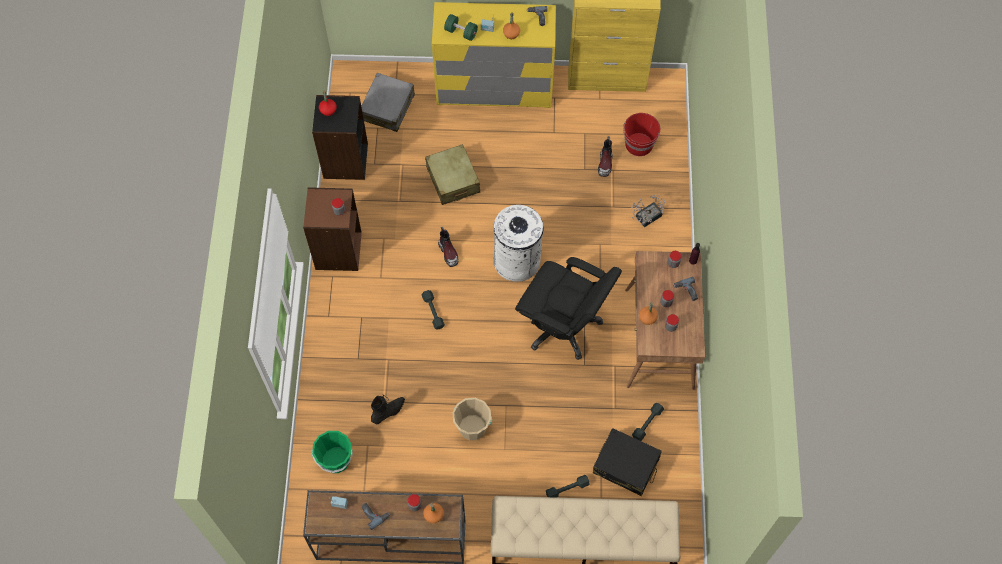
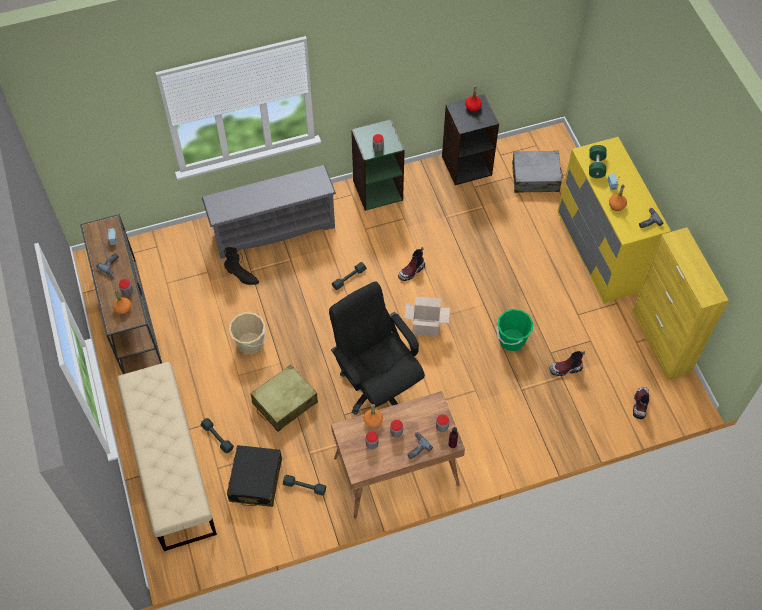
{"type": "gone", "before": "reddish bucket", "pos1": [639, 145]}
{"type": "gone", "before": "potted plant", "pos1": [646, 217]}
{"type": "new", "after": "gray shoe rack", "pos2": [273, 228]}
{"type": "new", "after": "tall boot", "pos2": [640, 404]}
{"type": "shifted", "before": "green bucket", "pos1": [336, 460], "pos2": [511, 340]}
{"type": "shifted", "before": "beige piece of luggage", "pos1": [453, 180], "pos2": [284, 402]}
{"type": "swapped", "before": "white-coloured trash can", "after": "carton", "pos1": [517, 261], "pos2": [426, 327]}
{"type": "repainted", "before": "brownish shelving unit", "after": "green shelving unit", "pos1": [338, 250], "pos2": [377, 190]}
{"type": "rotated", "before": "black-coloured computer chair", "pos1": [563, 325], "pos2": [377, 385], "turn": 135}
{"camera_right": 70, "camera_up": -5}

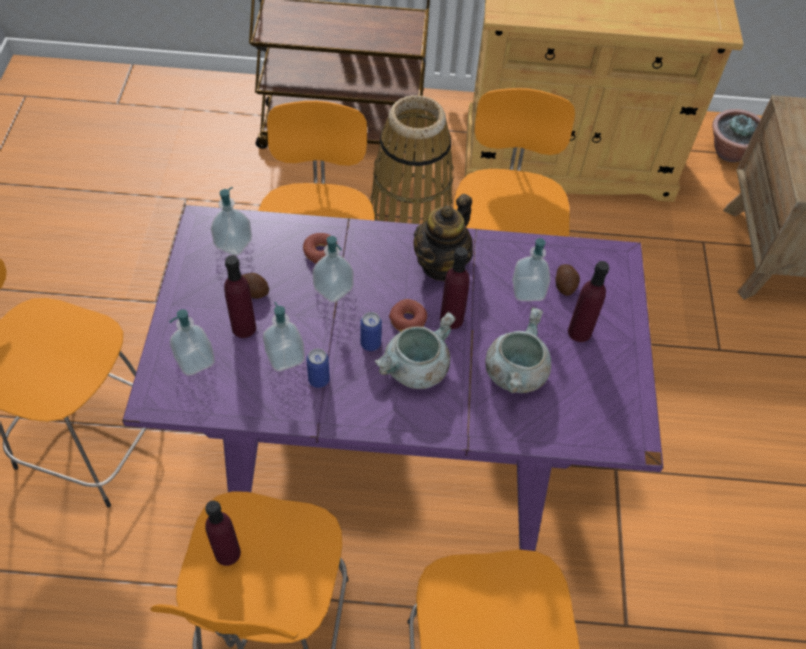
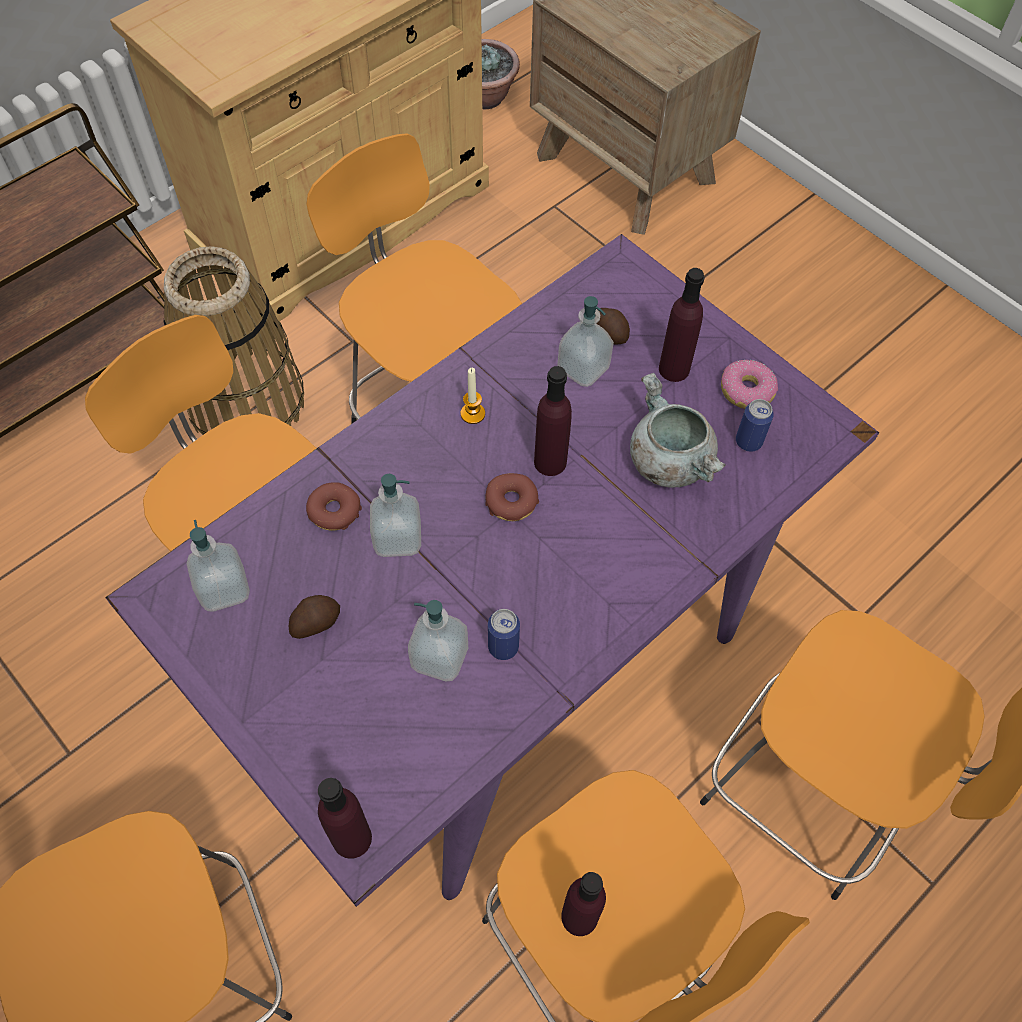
{"type": "gone", "before": "soap bottle", "pos1": [195, 360]}
{"type": "gone", "before": "gray saucepot", "pos1": [415, 370]}
{"type": "new", "after": "donut", "pos2": [747, 391]}
{"type": "shifted", "before": "purple beverage bottle", "pos1": [244, 327], "pos2": [351, 838]}
{"type": "shifted", "before": "can", "pos1": [370, 344], "pos2": [748, 442]}
{"type": "swapped", "before": "teapot", "after": "candle", "pos1": [441, 264], "pos2": [472, 414]}
{"camera_right": -45, "camera_up": 5}

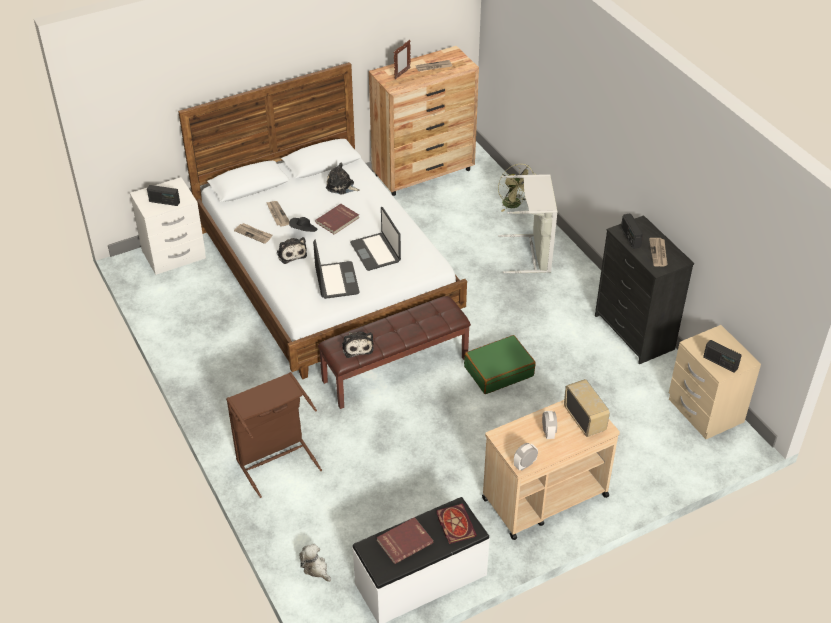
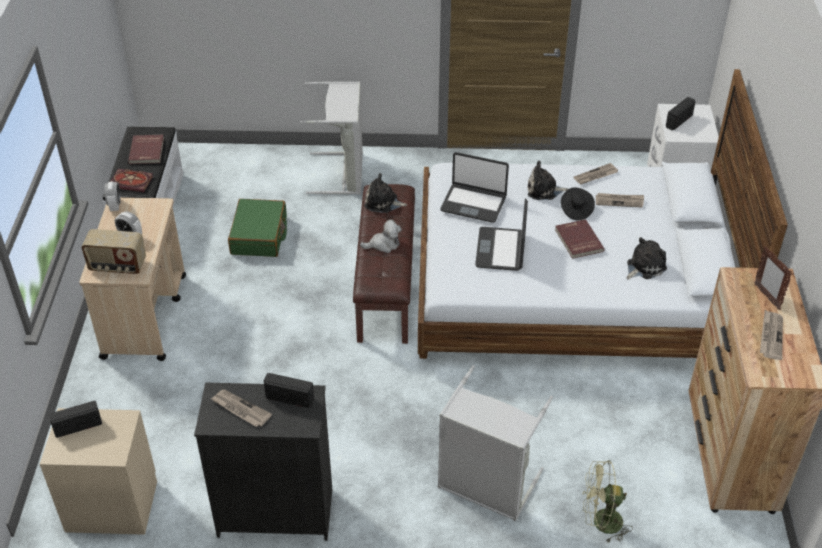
{"type": "shifted", "before": "soft toy", "pos1": [315, 568], "pos2": [383, 244]}
{"type": "shifted", "before": "green piece of luggage", "pos1": [498, 371], "pos2": [259, 236]}
{"type": "repainted", "before": "brownish laundry basket", "after": "gray laundry basket", "pos1": [275, 459], "pos2": [343, 174]}
{"type": "rotated", "before": "notebook computer", "pos1": [376, 252], "pos2": [501, 250], "turn": -90}
{"camera_right": 120, "camera_up": 0}

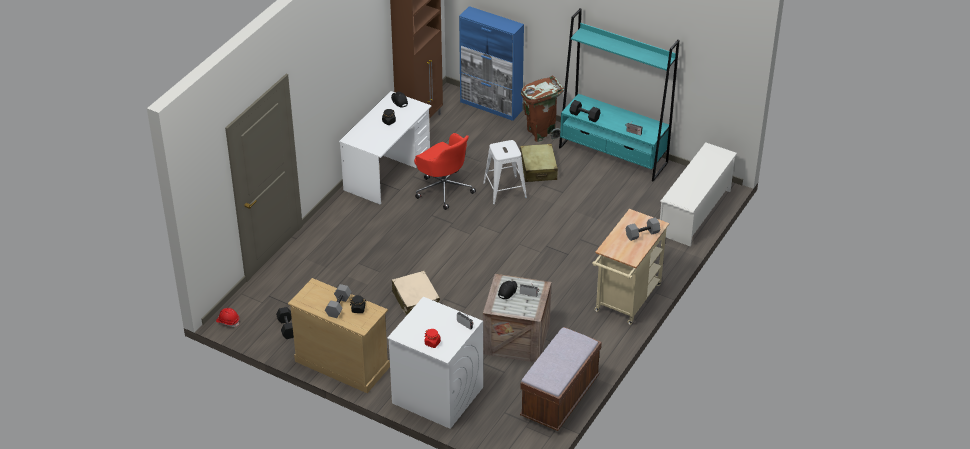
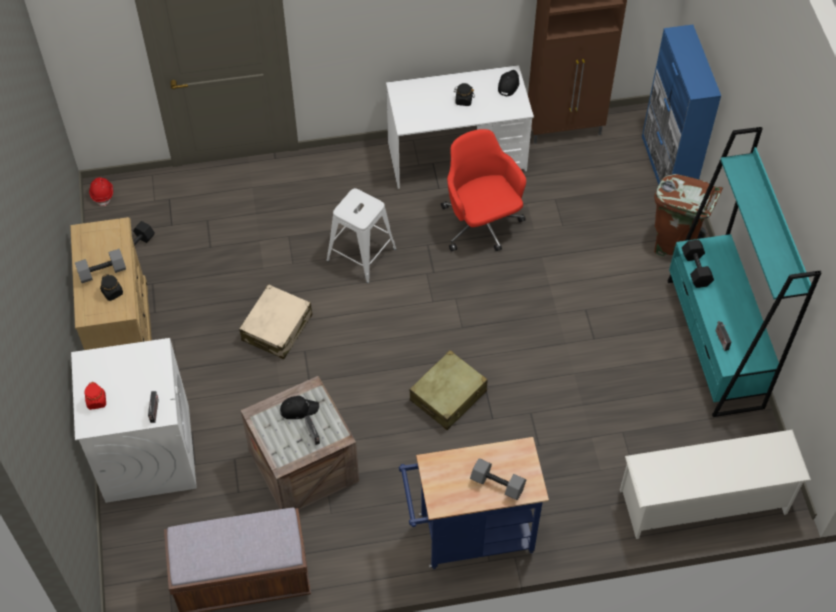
{"type": "shifted", "before": "white-coloured sitting stool", "pos1": [505, 190], "pos2": [361, 254]}
{"type": "shifted", "before": "beige piece of luggage", "pos1": [538, 169], "pos2": [448, 396]}
{"type": "repainted", "before": "beige cart", "after": "blue cart", "pos1": [626, 301], "pos2": [469, 535]}
{"type": "rotated", "before": "reddish computer chair", "pos1": [443, 189], "pos2": [481, 224], "turn": 150}
{"camera_right": 50, "camera_up": 15}

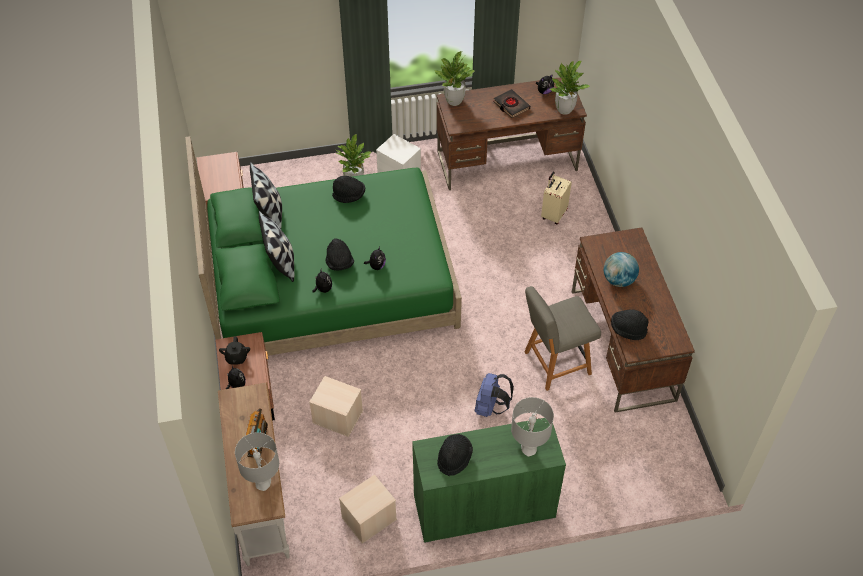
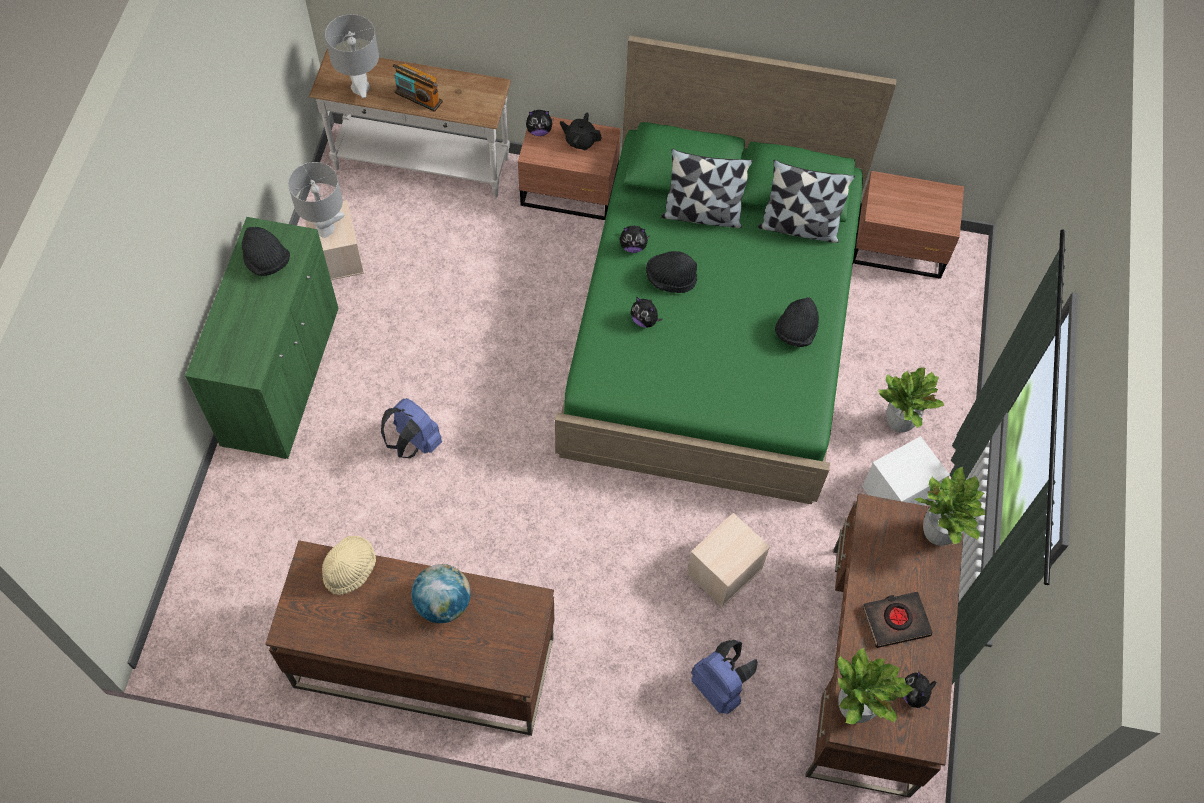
{"type": "gone", "before": "gray plain chair", "pos1": [555, 364]}
{"type": "shifted", "before": "beige storage bin", "pos1": [337, 417], "pos2": [724, 569]}
{"type": "shifted", "before": "gray tabletop lamp", "pos1": [528, 448], "pos2": [325, 229]}
{"type": "swapped", "before": "beige piece of luggage", "after": "blue backpack", "pos1": [553, 214], "pos2": [720, 687]}
{"type": "repainted", "before": "black-coloured wearable hat", "after": "beige wearable hat", "pos1": [628, 330], "pos2": [350, 569]}
{"camera_right": 110, "camera_up": 10}

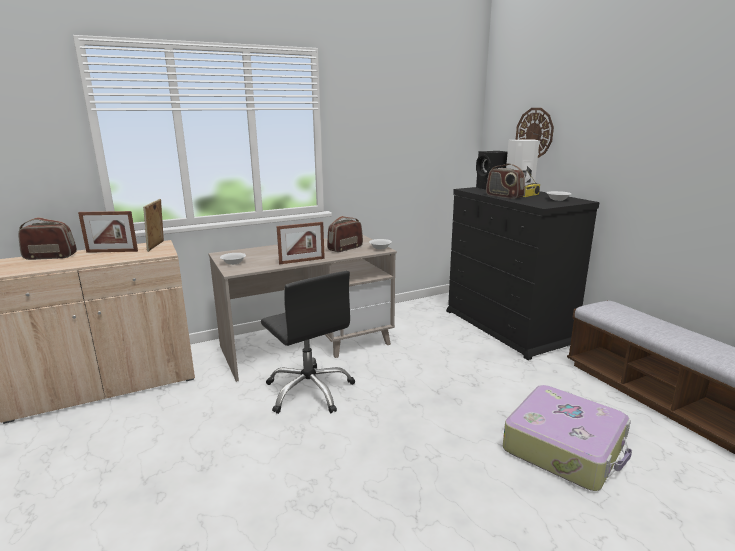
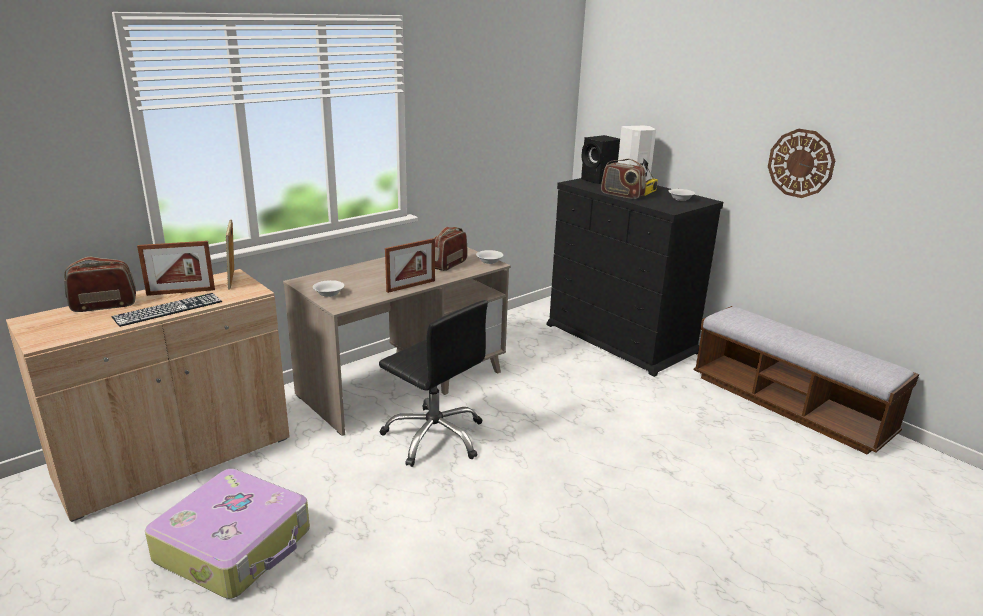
{"type": "new", "after": "PC keyboard", "pos2": [168, 309]}
{"type": "shifted", "before": "piece of luggage", "pos1": [565, 447], "pos2": [235, 545]}
{"type": "shifted", "before": "wall clock", "pos1": [534, 133], "pos2": [801, 163]}
{"camera_right": -15, "camera_up": 5}

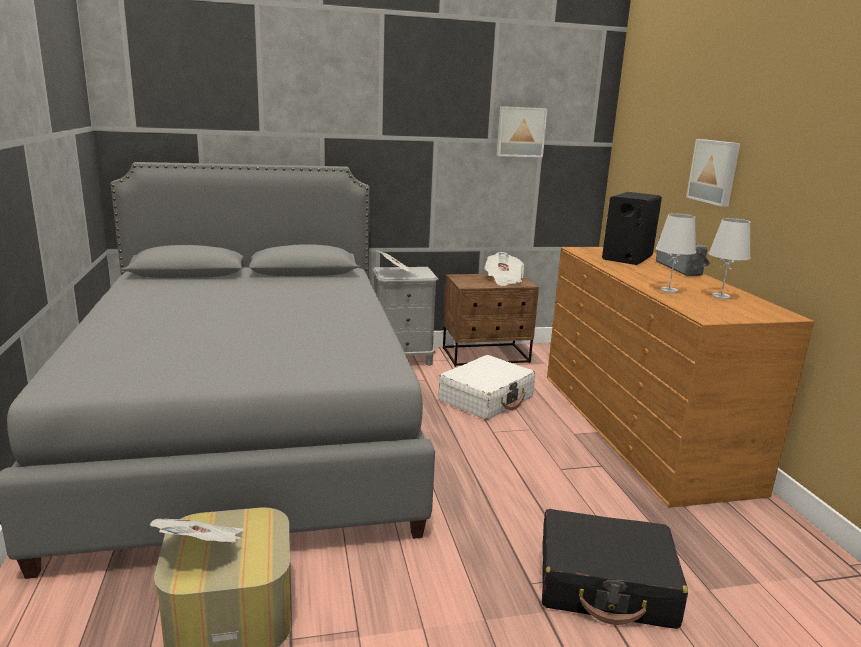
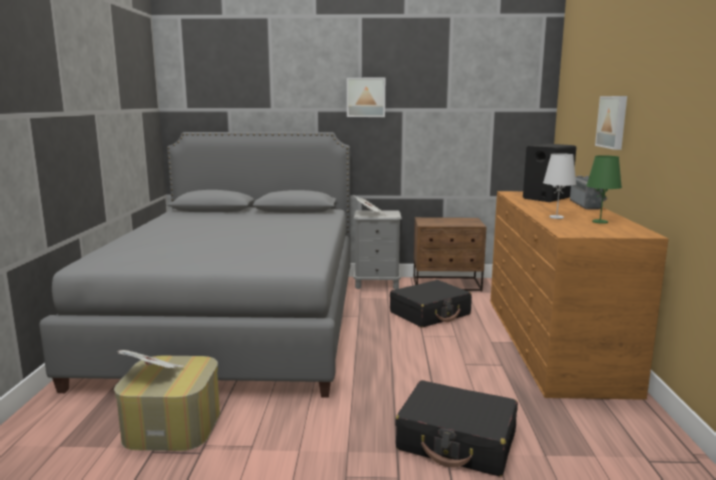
{"type": "gone", "before": "daily paper", "pos1": [503, 280]}
{"type": "shifted", "before": "wall art", "pos1": [520, 132], "pos2": [366, 97]}
{"type": "repainted", "before": "white-coloured piece of luggage", "after": "black-coloured piece of luggage", "pos1": [486, 399], "pos2": [430, 313]}
{"type": "repainted", "before": "white-coloured tabletop lamp", "after": "green tabletop lamp", "pos1": [721, 296], "pos2": [599, 222]}
{"camera_right": 15, "camera_up": -5}

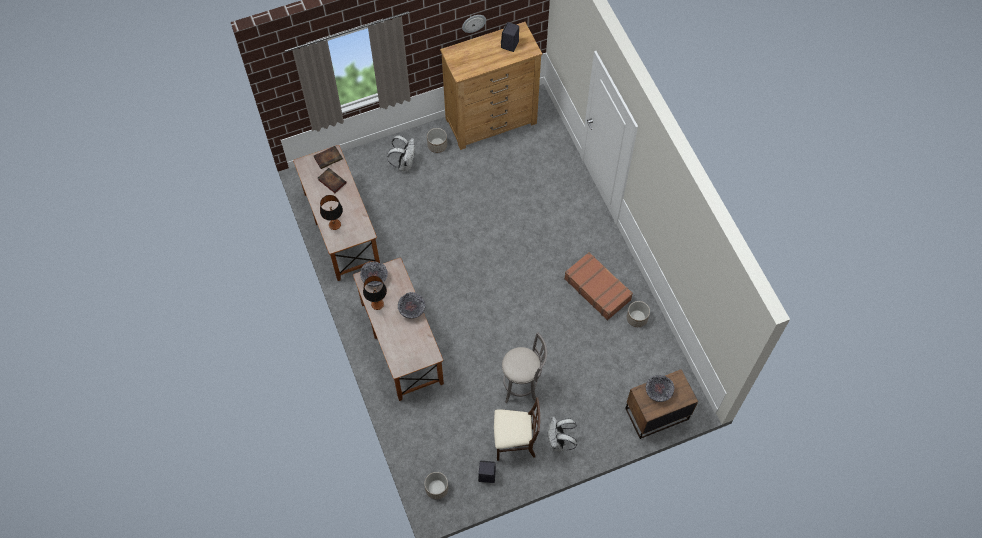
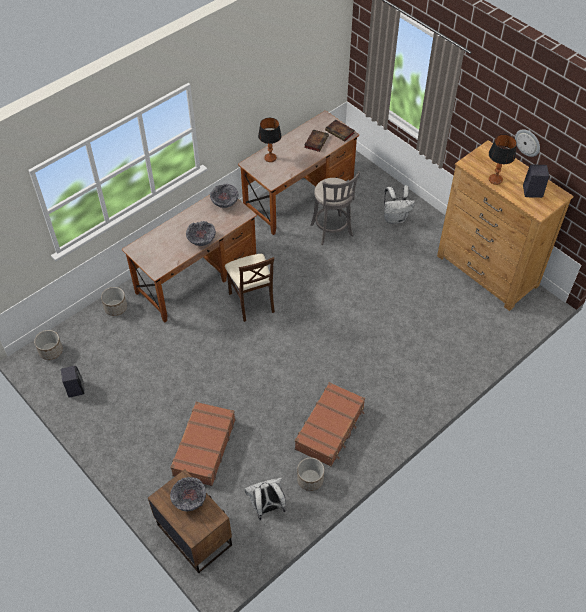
{"type": "new", "after": "brownish piece of luggage", "pos2": [204, 448]}
{"type": "shifted", "before": "tabletop lamp", "pos1": [377, 304], "pos2": [495, 179]}
{"type": "shifted", "before": "planter", "pos1": [437, 145], "pos2": [116, 308]}
{"type": "shifted", "before": "beige plain chair", "pos1": [514, 442], "pos2": [252, 301]}
{"type": "shifted", "before": "gray sitting stool", "pos1": [522, 386], "pos2": [332, 232]}
{"type": "shifted", "before": "white-coloured backpack", "pos1": [559, 442], "pos2": [267, 507]}
{"camera_right": 70, "camera_up": -10}

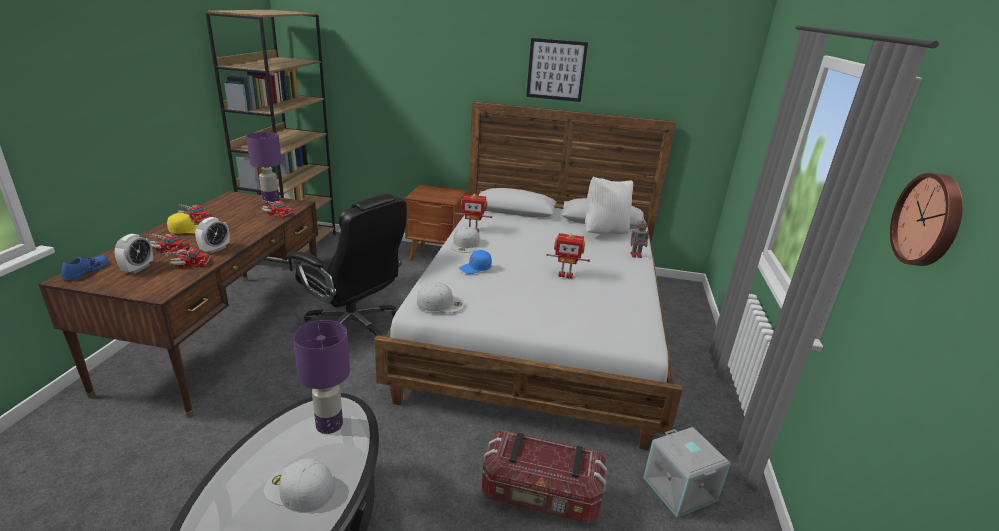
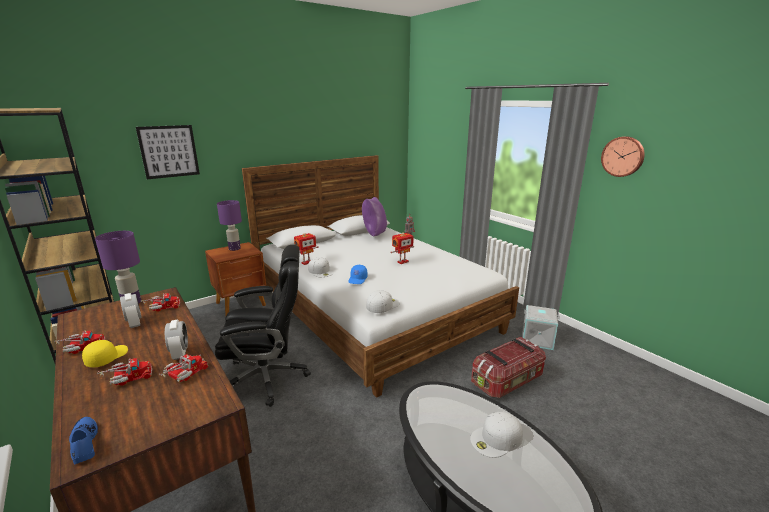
{"type": "shifted", "before": "alarm clock", "pos1": [138, 268], "pos2": [134, 323]}
{"type": "shifted", "before": "purple tabletop lamp", "pos1": [328, 425], "pos2": [234, 249]}
{"type": "shifted", "before": "wall art", "pos1": [556, 70], "pos2": [169, 151]}
{"type": "repainted", "before": "white-coloured pillow", "after": "purple pillow", "pos1": [604, 232], "pos2": [373, 235]}
{"camera_right": -45, "camera_up": -5}

